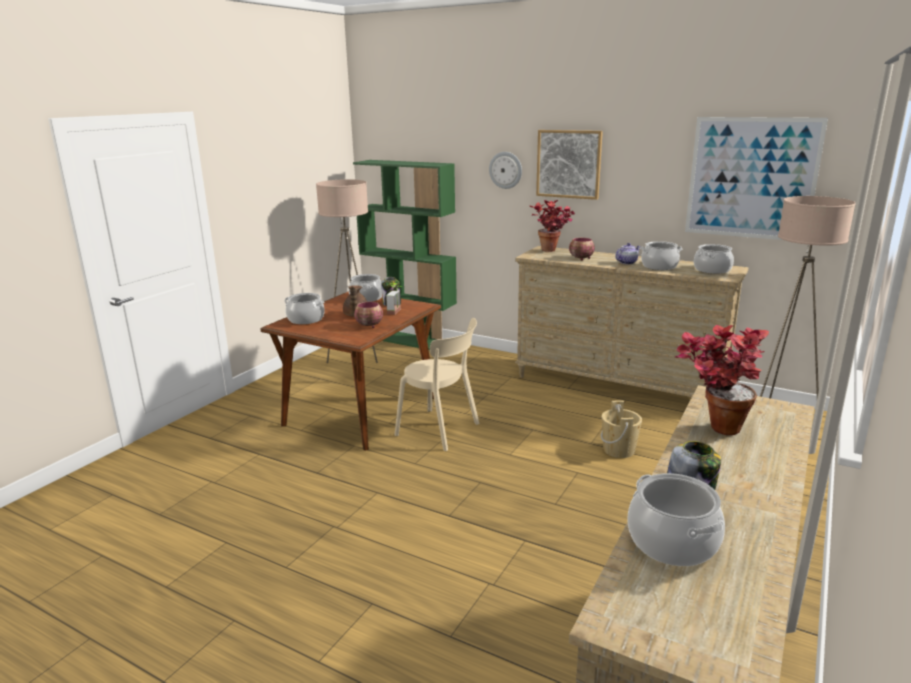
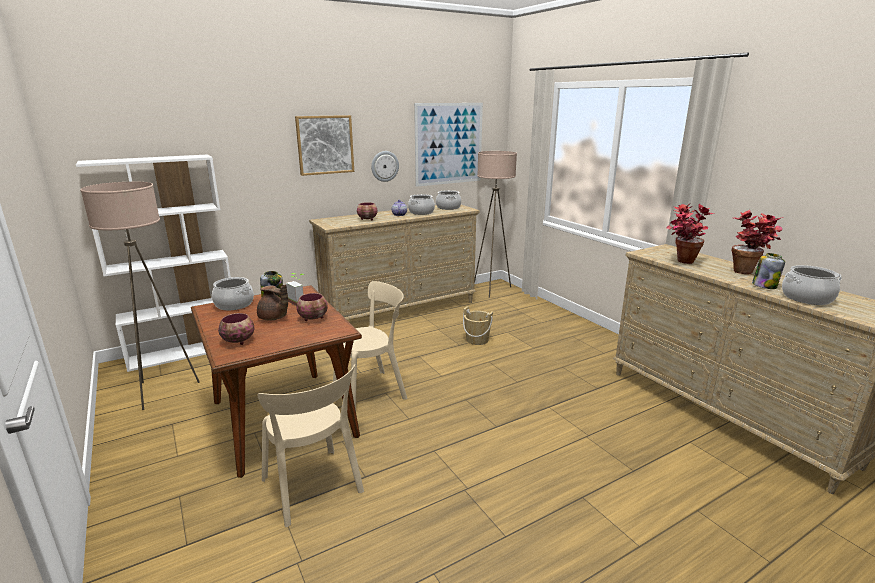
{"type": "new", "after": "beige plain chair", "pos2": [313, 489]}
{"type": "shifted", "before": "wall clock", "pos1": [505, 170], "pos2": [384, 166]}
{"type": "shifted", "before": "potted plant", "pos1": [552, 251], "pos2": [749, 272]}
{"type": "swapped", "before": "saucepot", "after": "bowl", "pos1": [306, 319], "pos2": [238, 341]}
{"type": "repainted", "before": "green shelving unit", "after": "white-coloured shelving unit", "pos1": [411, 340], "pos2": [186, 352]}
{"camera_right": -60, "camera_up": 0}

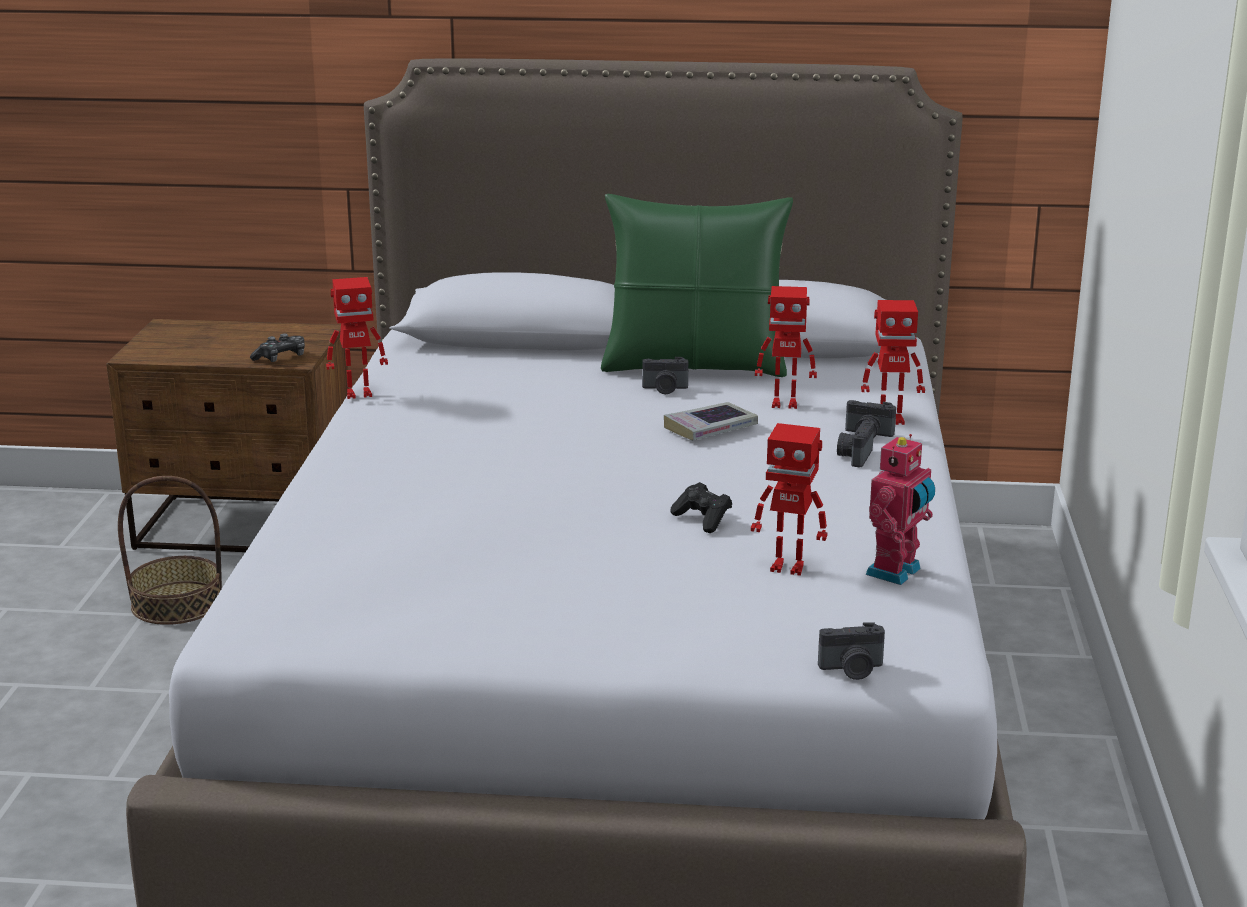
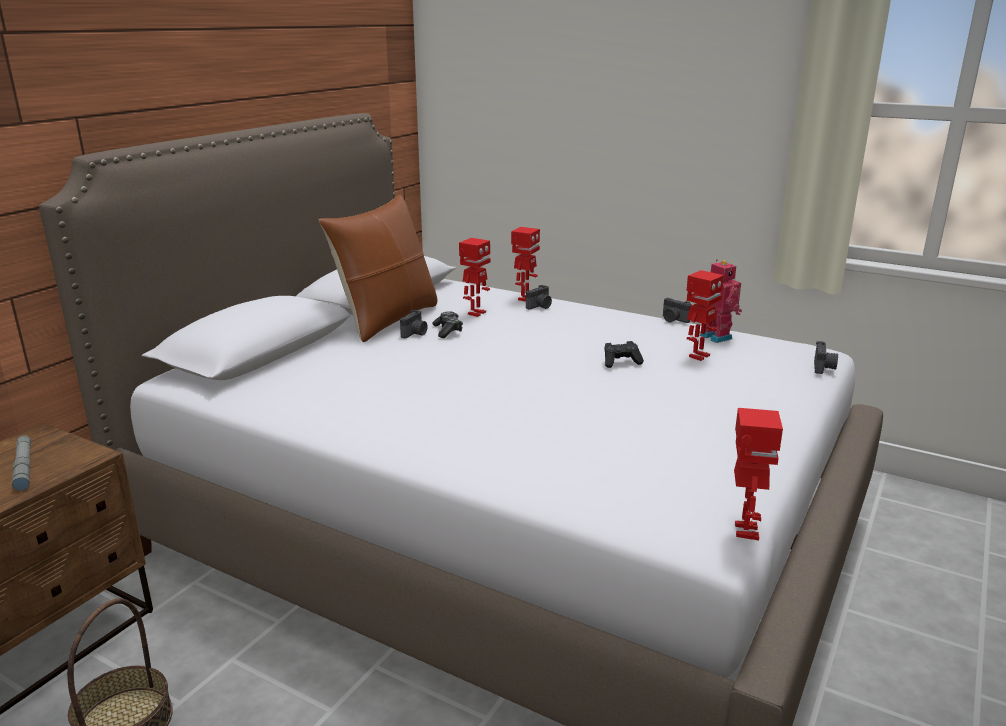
{"type": "gone", "before": "bound book", "pos1": [710, 428]}
{"type": "new", "after": "gray flashlight", "pos2": [24, 468]}
{"type": "shifted", "before": "joypad", "pos1": [281, 358], "pos2": [448, 331]}
{"type": "shifted", "before": "model robot", "pos1": [358, 393], "pos2": [744, 531]}
{"type": "shifted", "before": "photo camera", "pos1": [854, 456], "pos2": [673, 320]}
{"type": "repainted", "before": "green pillow", "after": "brownish pillow", "pos1": [694, 365], "pos2": [387, 320]}
{"camera_right": -65, "camera_up": 0}

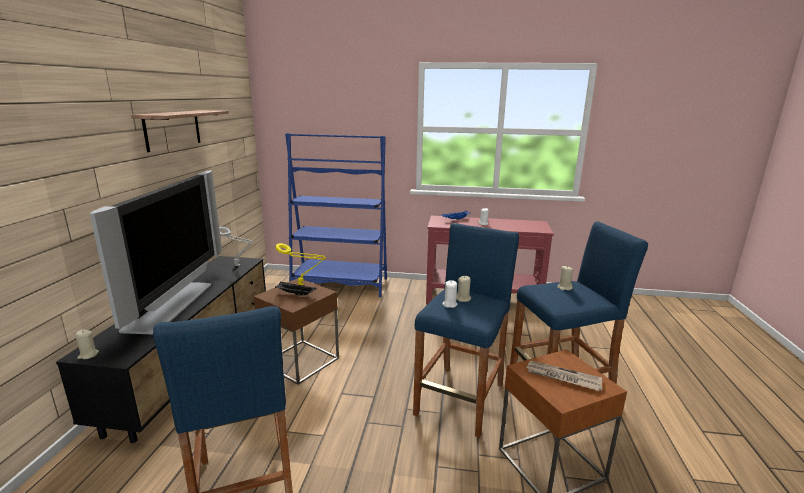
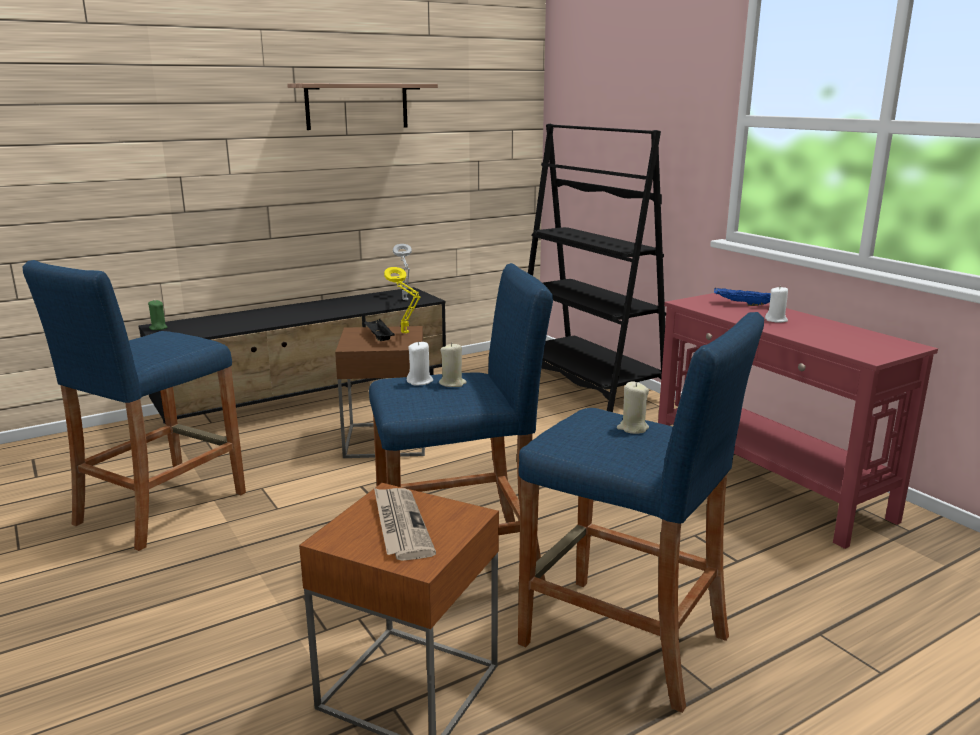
{"type": "gone", "before": "TV set", "pos1": [172, 306]}
{"type": "repainted", "before": "beige candle", "after": "green candle", "pos1": [88, 355], "pos2": [158, 328]}
{"type": "repainted", "before": "blue shelving unit", "after": "black-coloured shelving unit", "pos1": [340, 284], "pos2": [587, 385]}
{"camera_right": 50, "camera_up": 0}

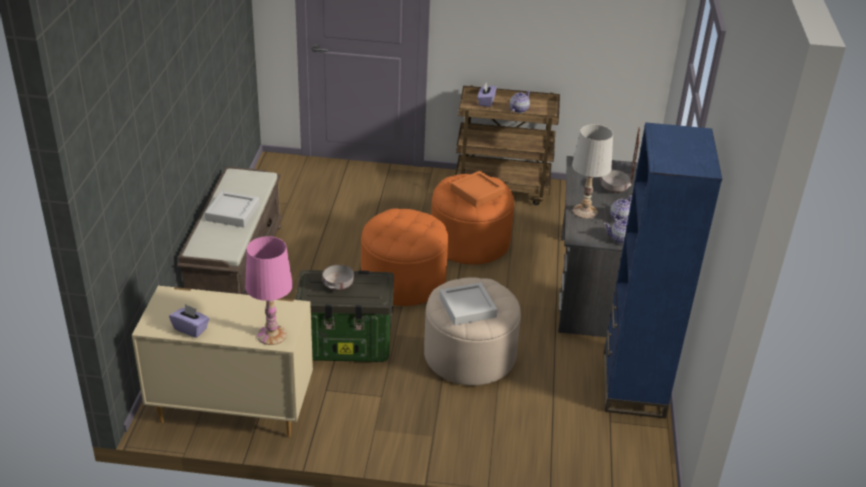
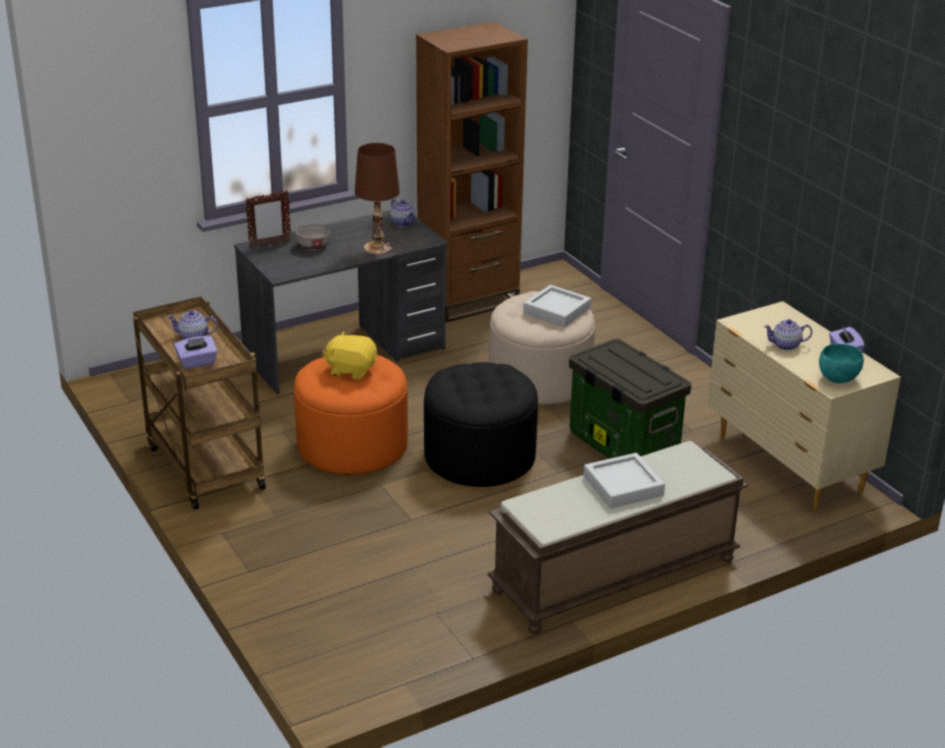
{"type": "gone", "before": "pink tabletop lamp", "pos1": [272, 335]}
{"type": "gone", "before": "gray bowl", "pos1": [338, 285]}
{"type": "new", "after": "turquoise bowl", "pos2": [837, 378]}
{"type": "shifted", "before": "teapot", "pos1": [620, 218], "pos2": [786, 345]}
{"type": "swapped", "before": "orange-coloured tray", "after": "yellow soft toy", "pos1": [477, 192], "pos2": [351, 370]}
{"type": "repainted", "before": "orange-coloured pouffe", "after": "black-coloured pouffe", "pos1": [403, 281], "pos2": [479, 457]}
{"type": "repainted", "before": "white-coloured tabletop lamp", "after": "brownish tabletop lamp", "pos1": [584, 212], "pos2": [378, 248]}
{"type": "repainted", "before": "blue shelving unit", "after": "brownish shelving unit", "pos1": [633, 385], "pos2": [468, 301]}
{"camera_right": -125, "camera_up": -5}

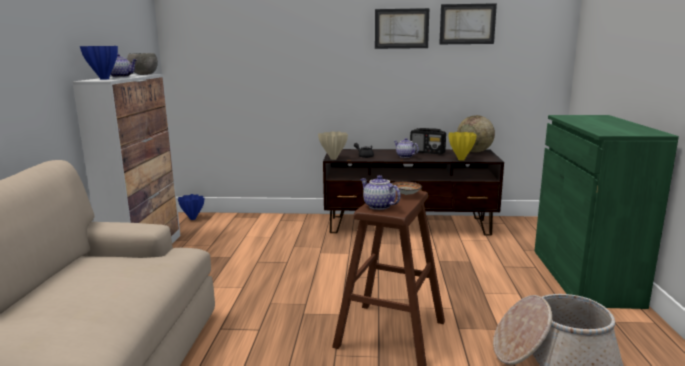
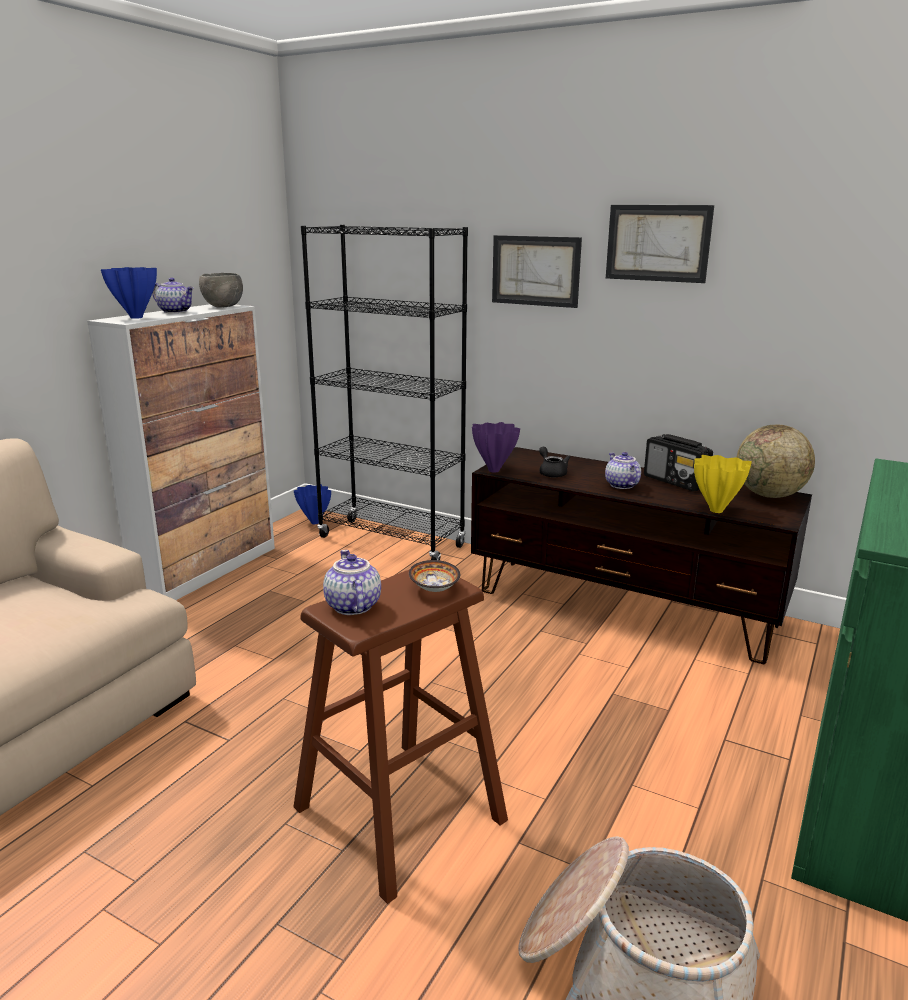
{"type": "new", "after": "black-coloured shelving unit", "pos2": [391, 542]}
{"type": "shifted", "before": "wall art", "pos1": [467, 24], "pos2": [535, 271]}
{"type": "repainted", "before": "beige flower vase", "after": "purple flower vase", "pos1": [334, 159], "pos2": [495, 470]}
{"camera_right": 25, "camera_up": 5}

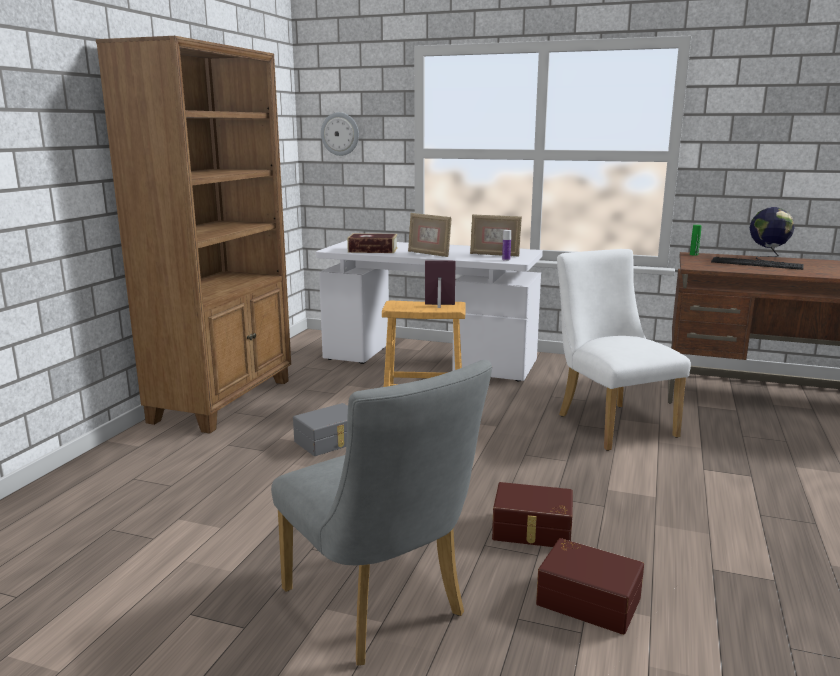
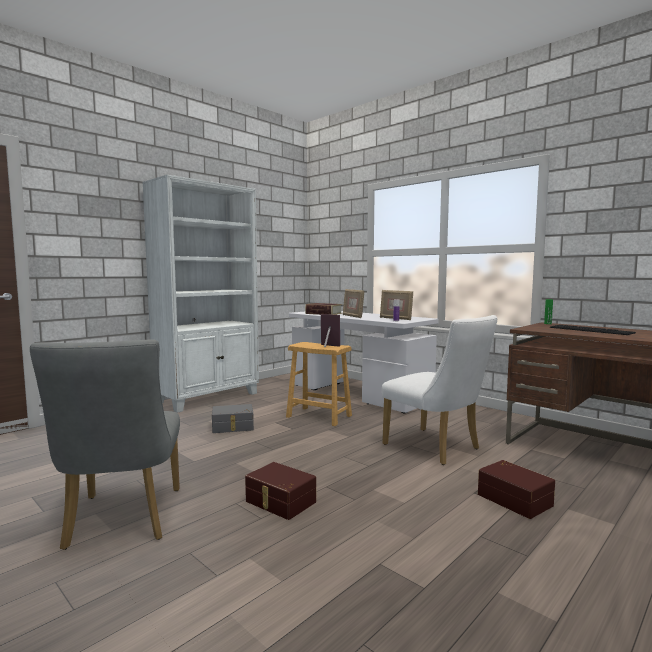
{"type": "gone", "before": "wall clock", "pos1": [340, 134]}
{"type": "gone", "before": "world globe", "pos1": [767, 258]}
{"type": "shifted", "before": "brownish storage bin", "pos1": [589, 599], "pos2": [515, 499]}
{"type": "repainted", "before": "brownish shelving unit", "after": "white-coloured shelving unit", "pos1": [224, 400], "pos2": [208, 398]}
{"type": "rotated", "before": "white-coloured plain chair", "pos1": [610, 423], "pos2": [437, 448], "turn": 135}
{"camera_right": 25, "camera_up": -10}

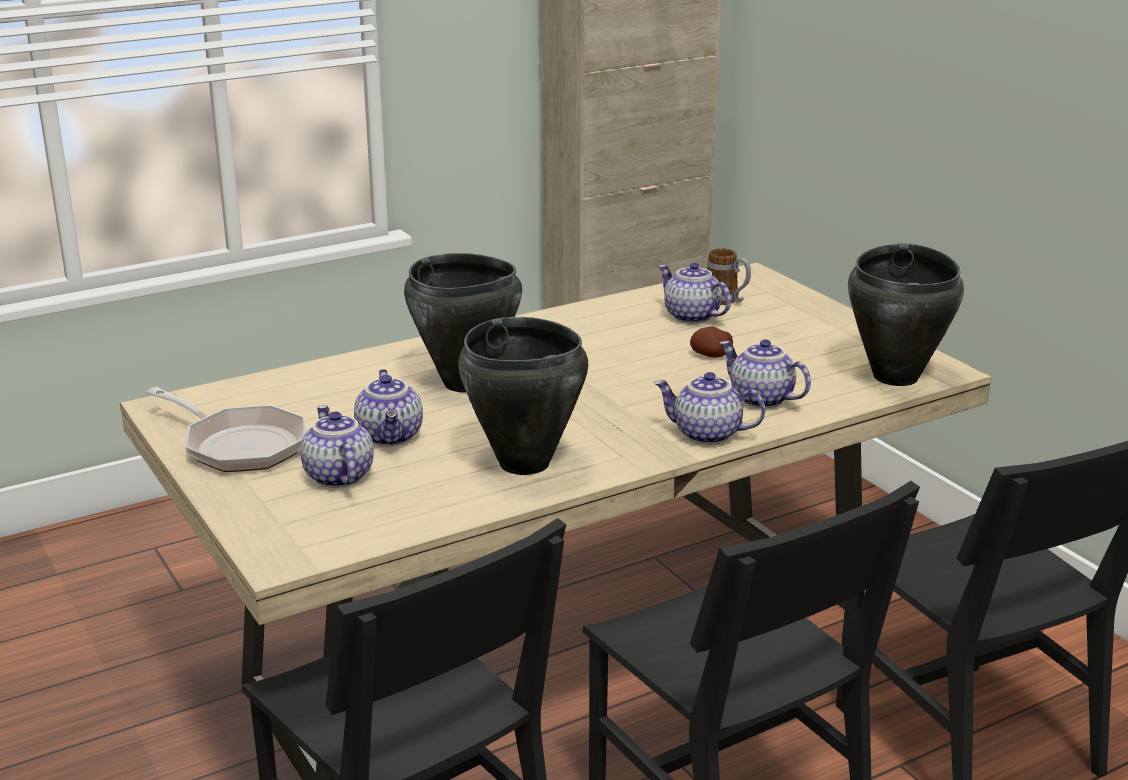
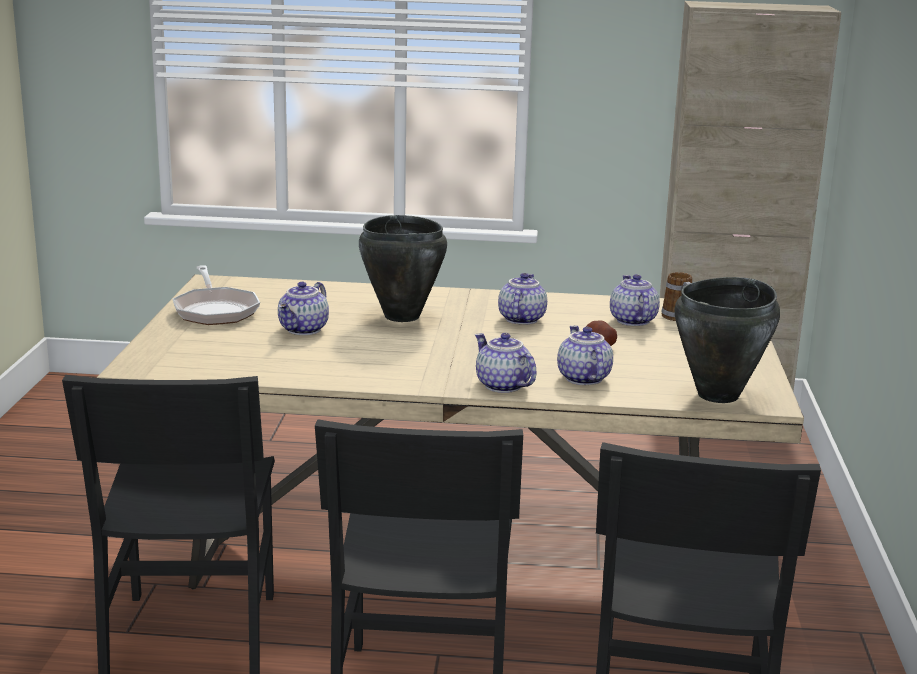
{"type": "gone", "before": "black-coloured saucepot", "pos1": [524, 464]}
{"type": "shifted", "before": "teapot", "pos1": [336, 476], "pos2": [520, 319]}
{"camera_right": 35, "camera_up": -5}

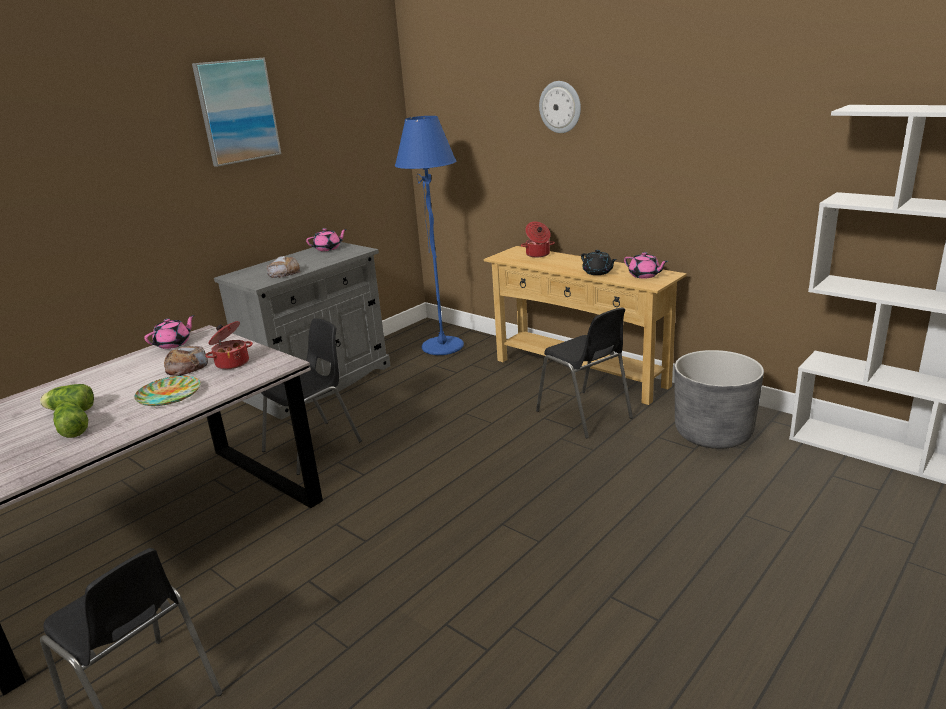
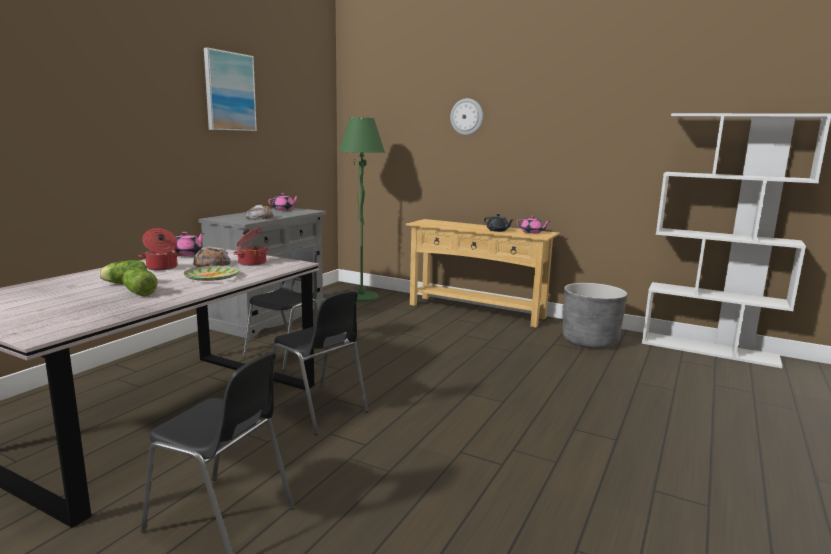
{"type": "shifted", "before": "saucepot", "pos1": [538, 254], "pos2": [162, 268]}
{"type": "shifted", "before": "black-coloured plain chair", "pos1": [584, 415], "pos2": [318, 410]}
{"type": "repainted", "before": "blue standard lamp", "after": "green standard lamp", "pos1": [443, 347], "pos2": [362, 297]}
{"camera_right": -15, "camera_up": -10}

